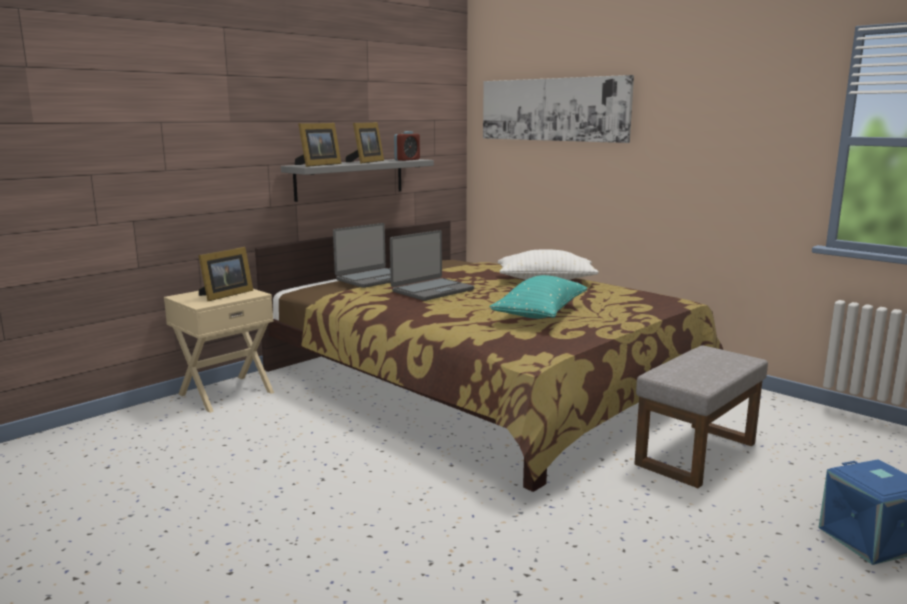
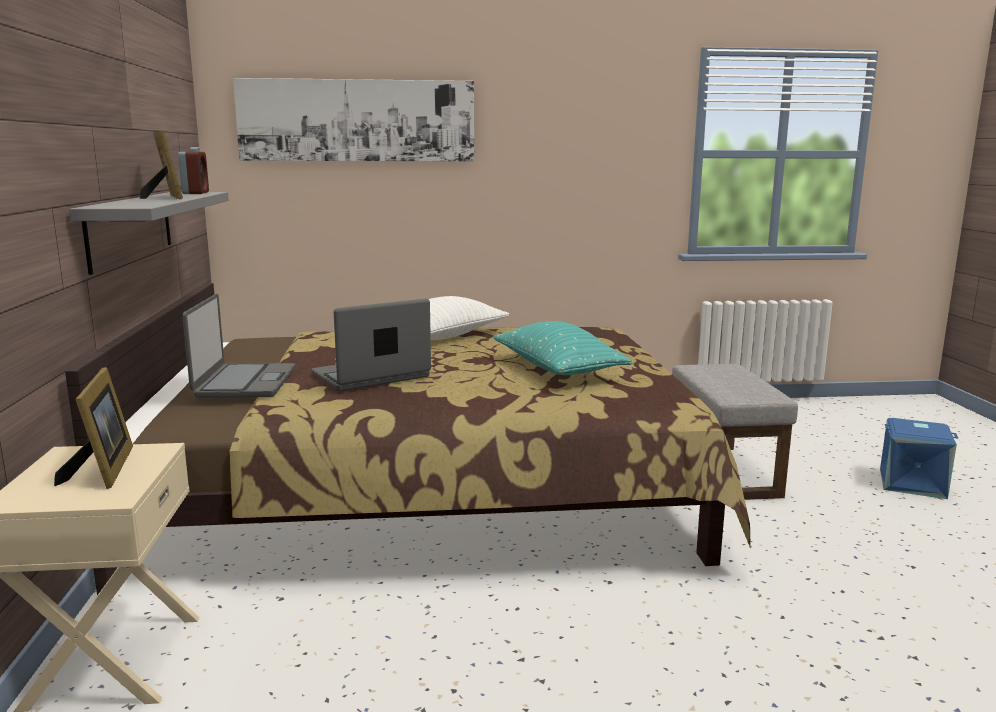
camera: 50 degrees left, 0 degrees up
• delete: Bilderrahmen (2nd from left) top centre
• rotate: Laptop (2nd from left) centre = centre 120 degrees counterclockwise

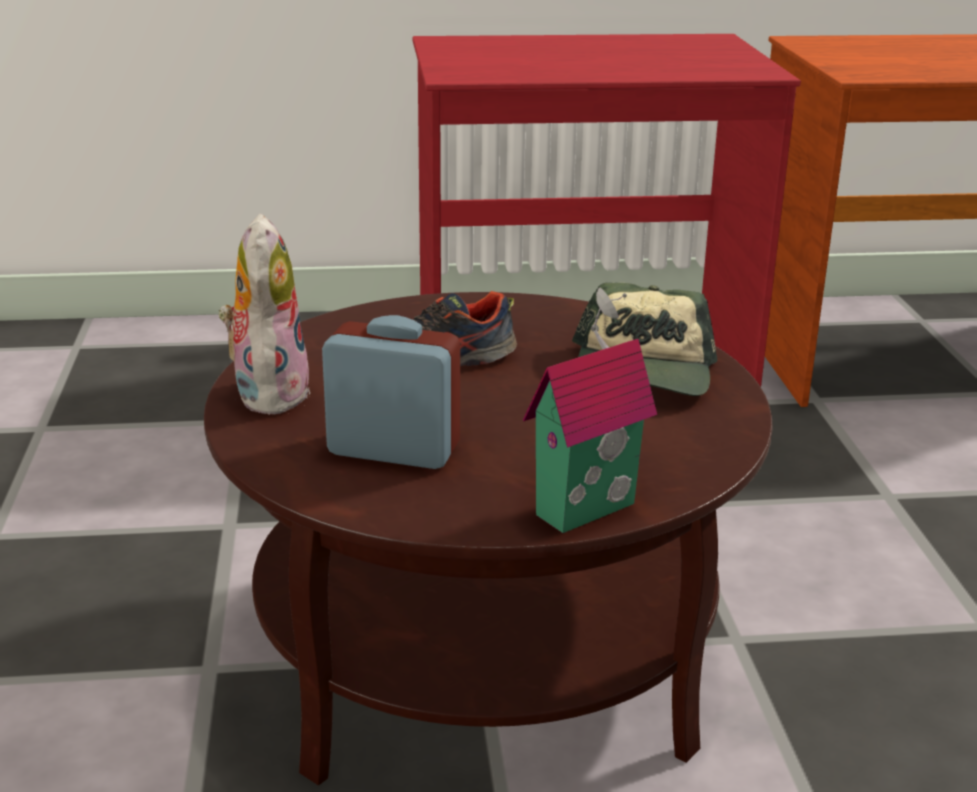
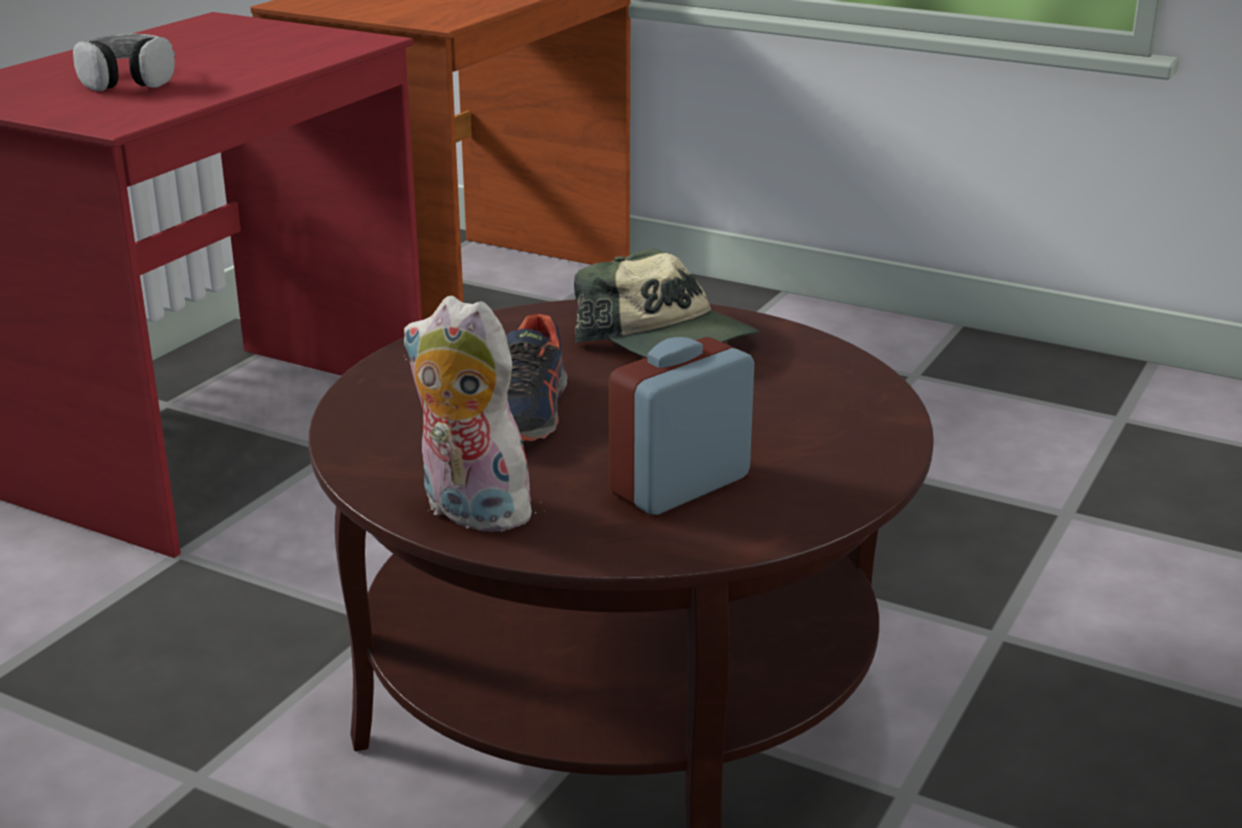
camera: 55 degrees left, 0 degrees up
• delete: Spielzeughaus centre
• insert: Kopfhörer top left

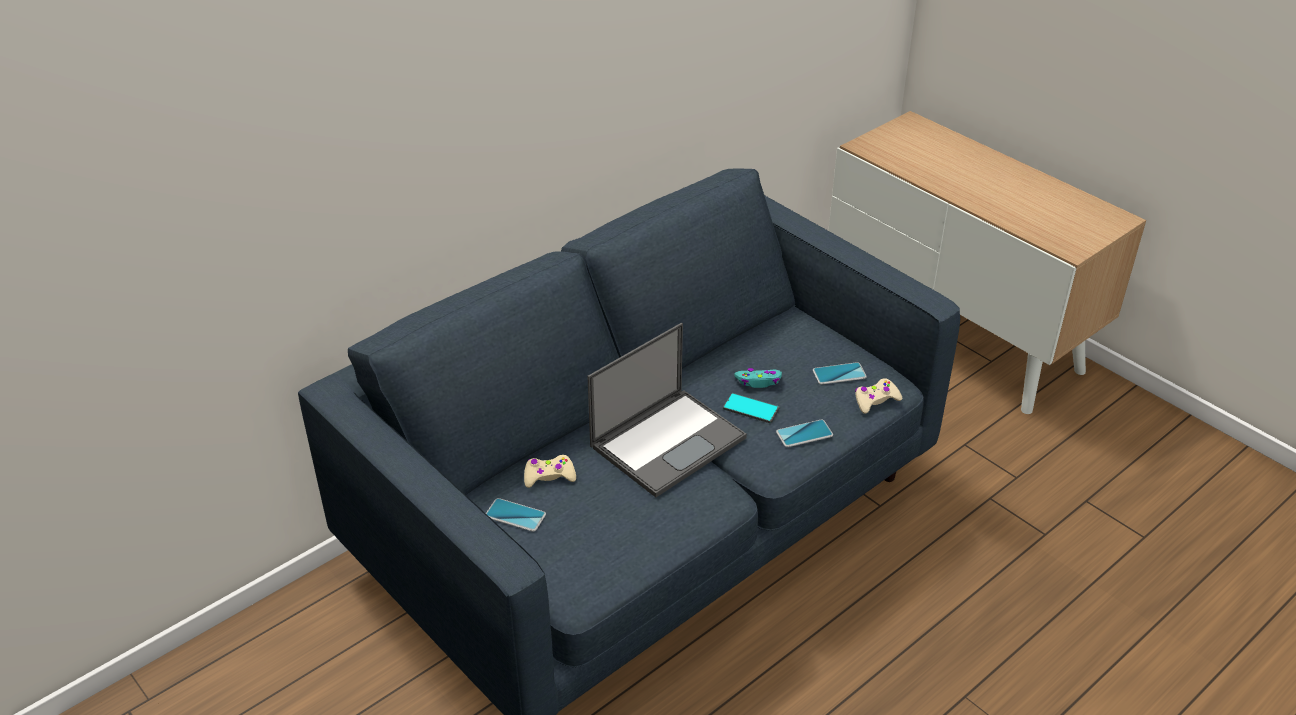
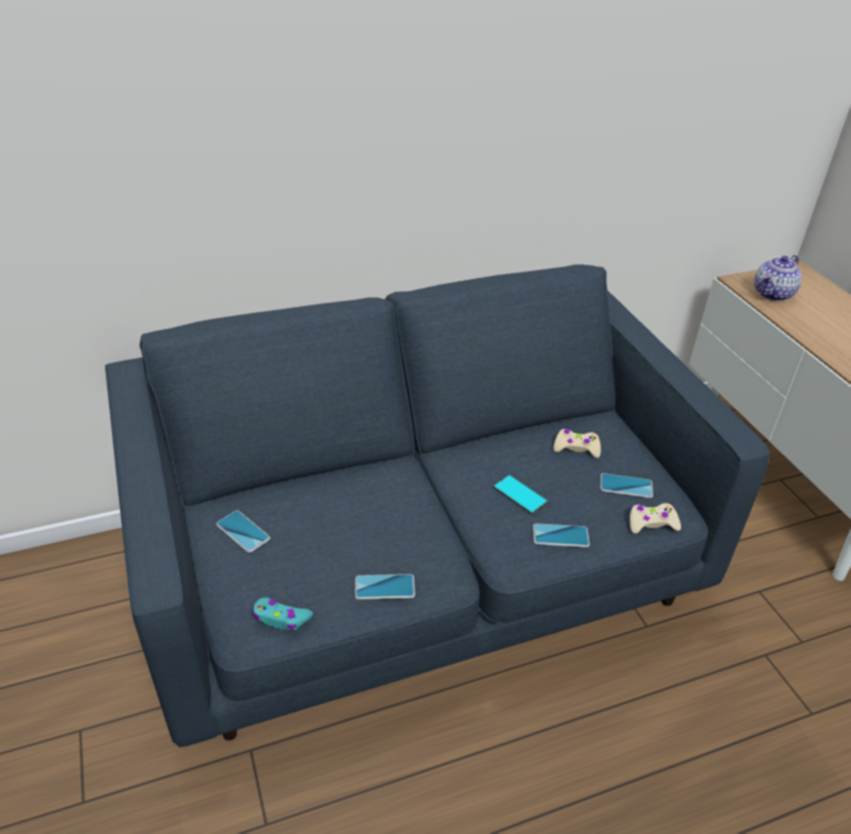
camera: 20 degrees right, 0 degrees up
• delete: Laptop centre
• move: Gamepad [türkis] centre to bottom left
• move: Gamepad [beige] (1st from left) centre to middle right
• insert: Teekanne middle right
• insert: Handy (2nd from left) bottom centre

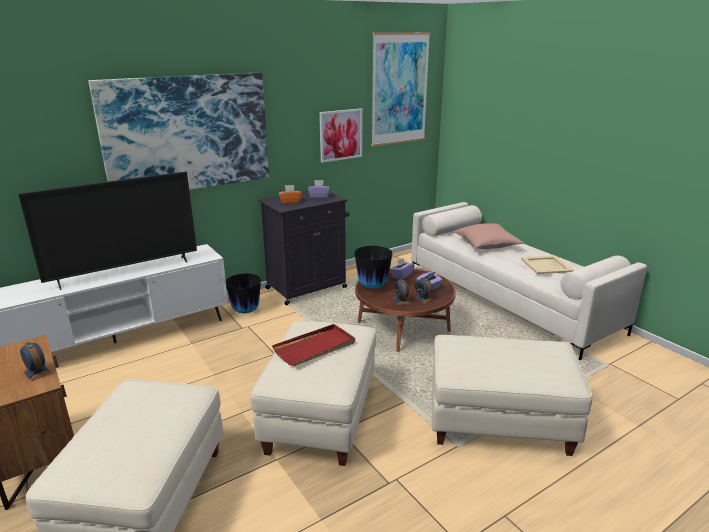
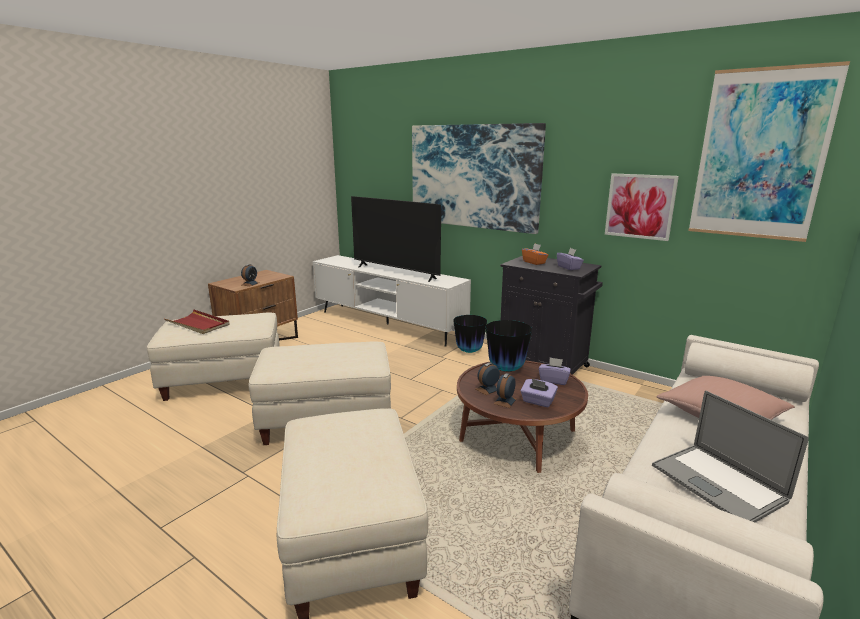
camera: 70 degrees right, 5 degrees down
• replace: Tablett [beige] middle right to Laptop bottom right
• move: Tablett [rot] centre to middle left

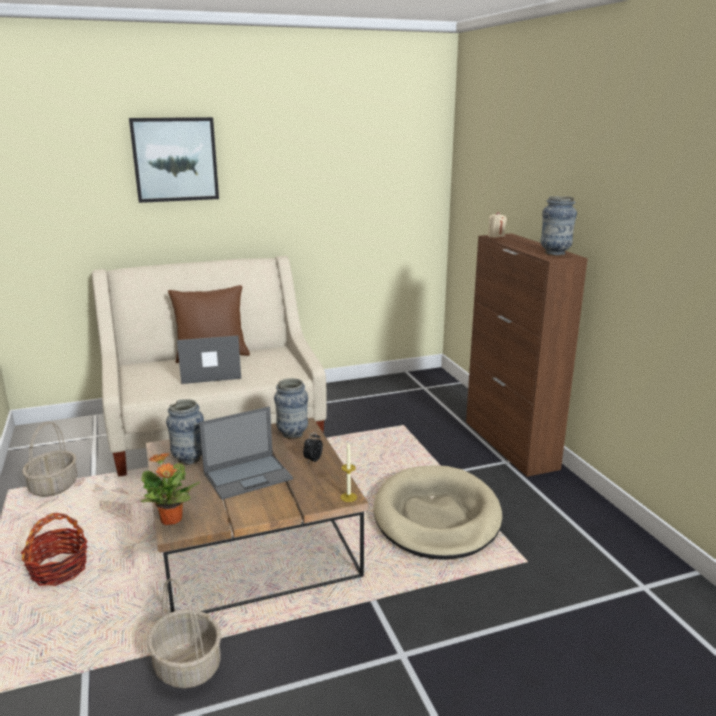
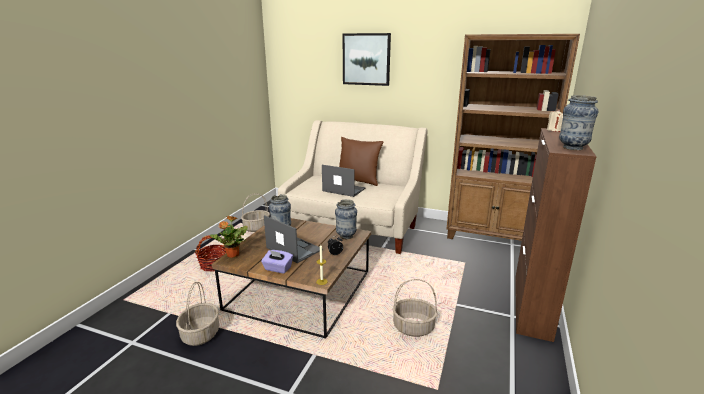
camera: 40 degrees right, 0 degrees up
• rotate: Laptop (2nd from left in the first image) centre = centre 150 degrees counterclockwise
• replace: Hundebett [beige] bottom centre to Korb (4th from left) bottom centre
• insert: Bücherregal [braun] middle right
• insert: Taschentuchbox [lila] centre

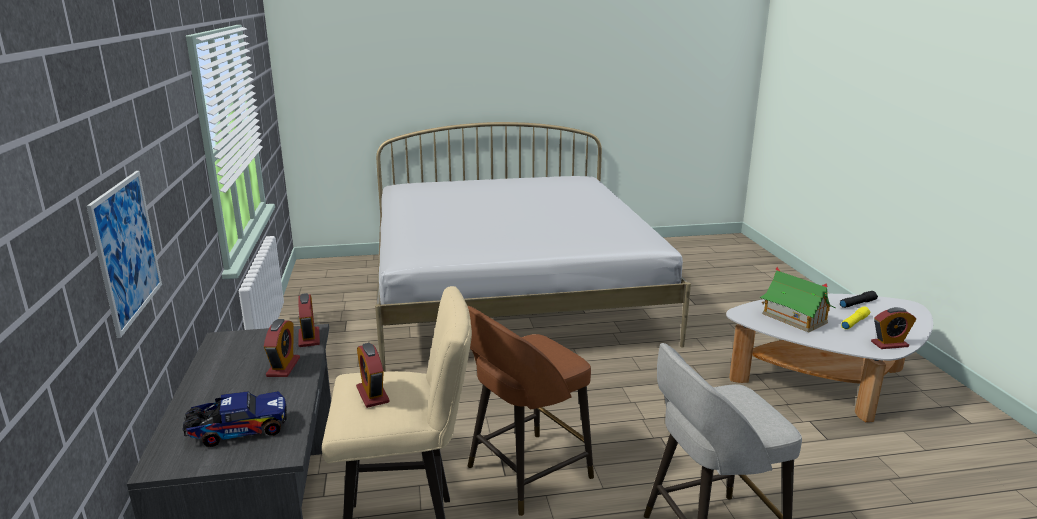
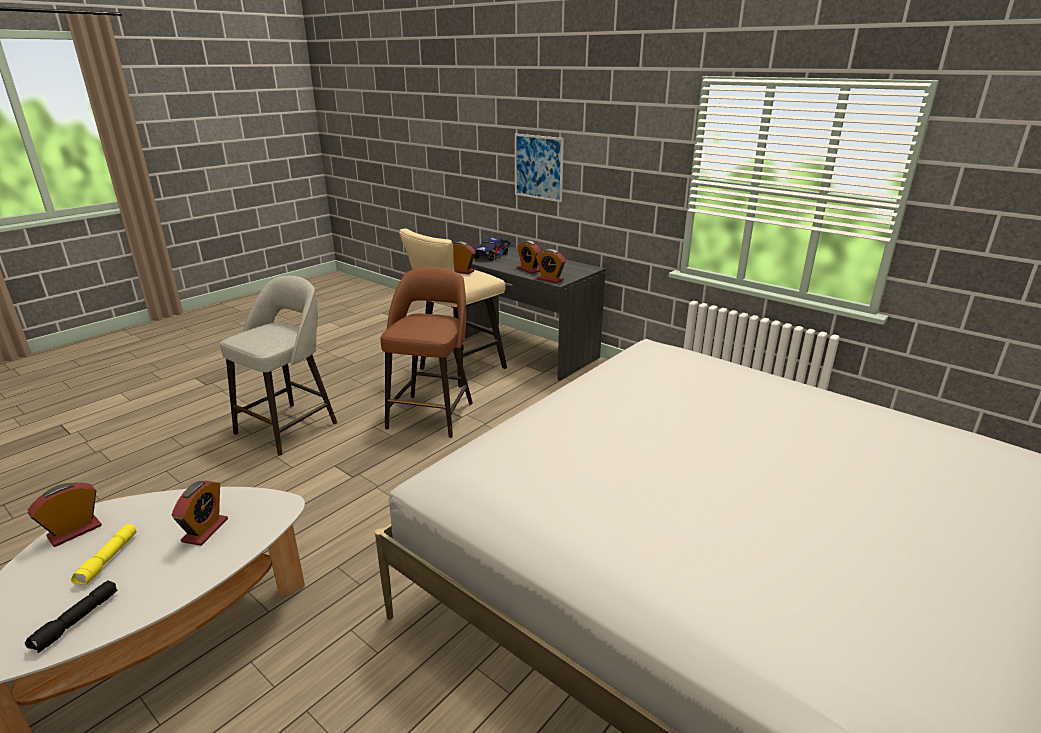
camera: 140 degrees right, 5 degrees up
• replace: Spielzeughaus middle right to Wecker (2nd from left) bottom left

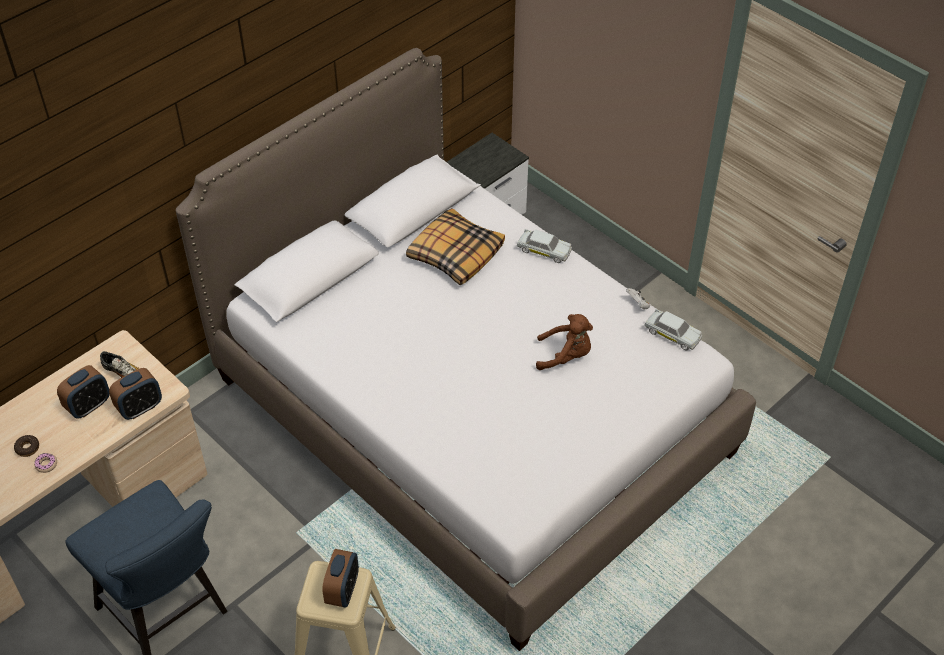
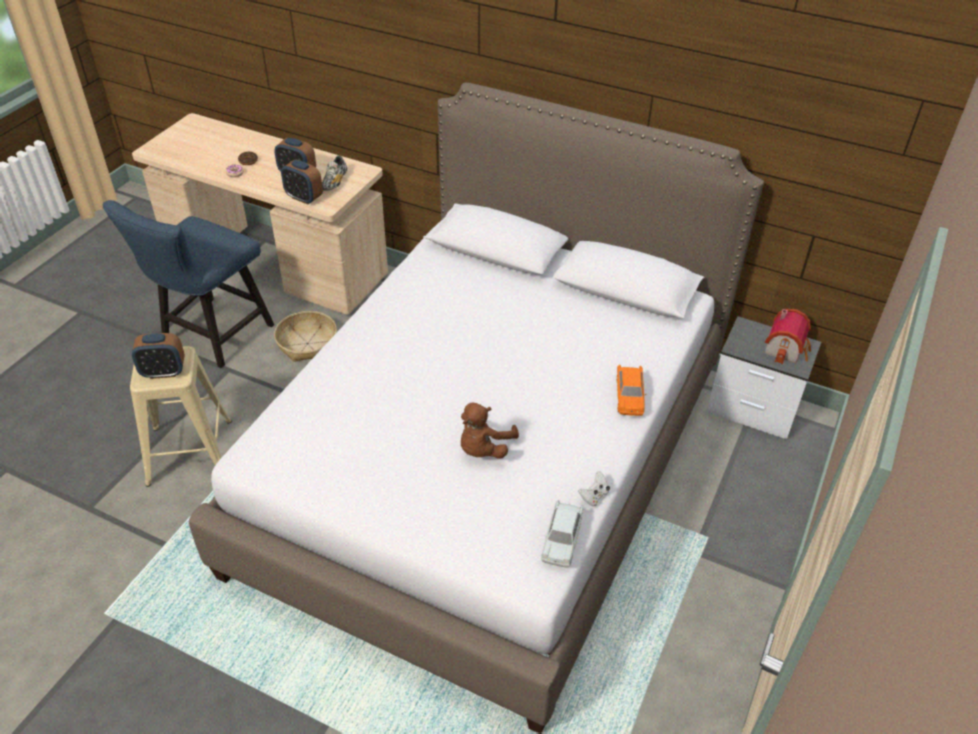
camera: 70 degrees right, 5 degrees down
• delete: Kissen centre
• recolor: Spielzeugauto [weiß] (1st from left) centre to Spielzeugauto [orange] centre
• rotate: Plüschtier [braun] centre = centre 45 degrees clockwise
• insert: Spielzeughaus middle right
• insert: Korb middle left

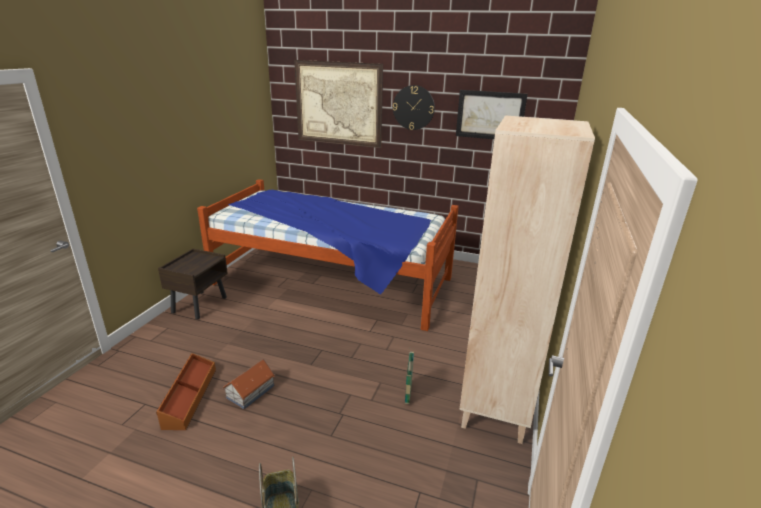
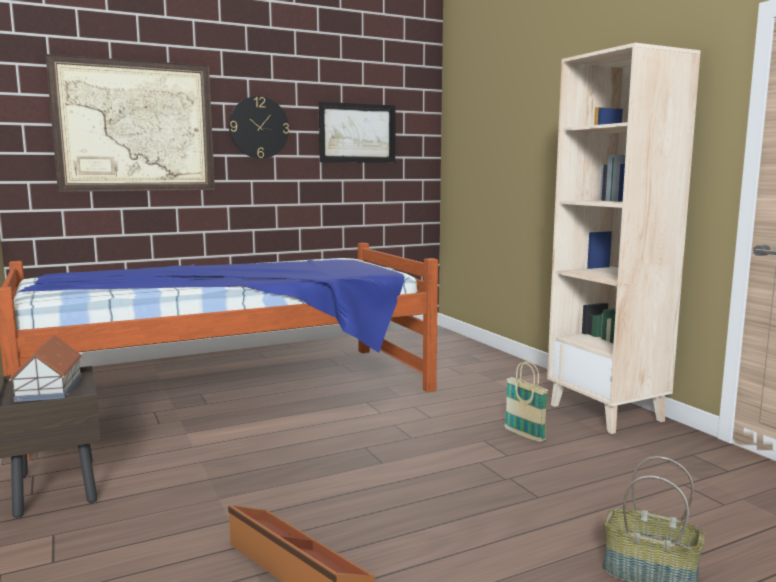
camera: 45 degrees left, 15 degrees down
• move: Spielzeughaus bottom left to middle left

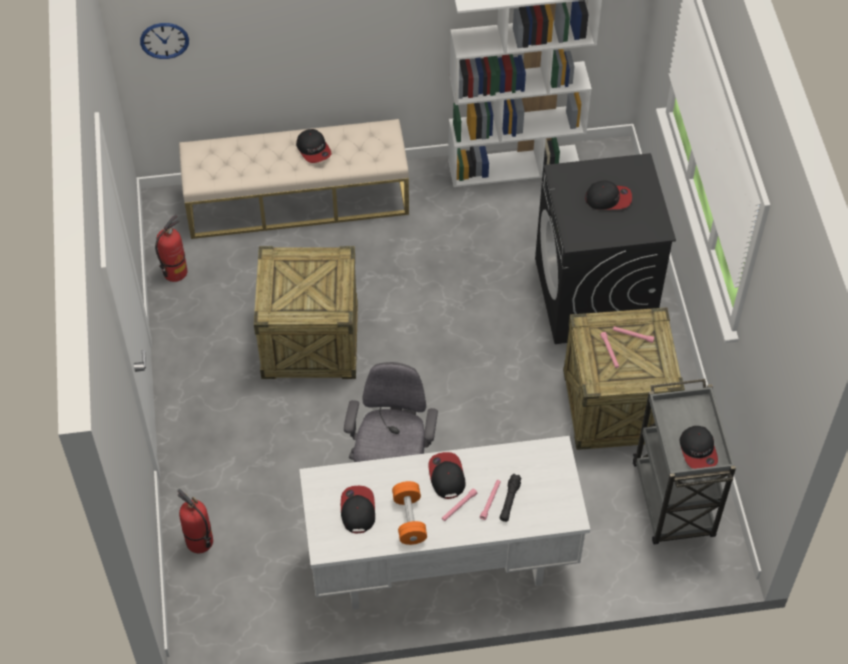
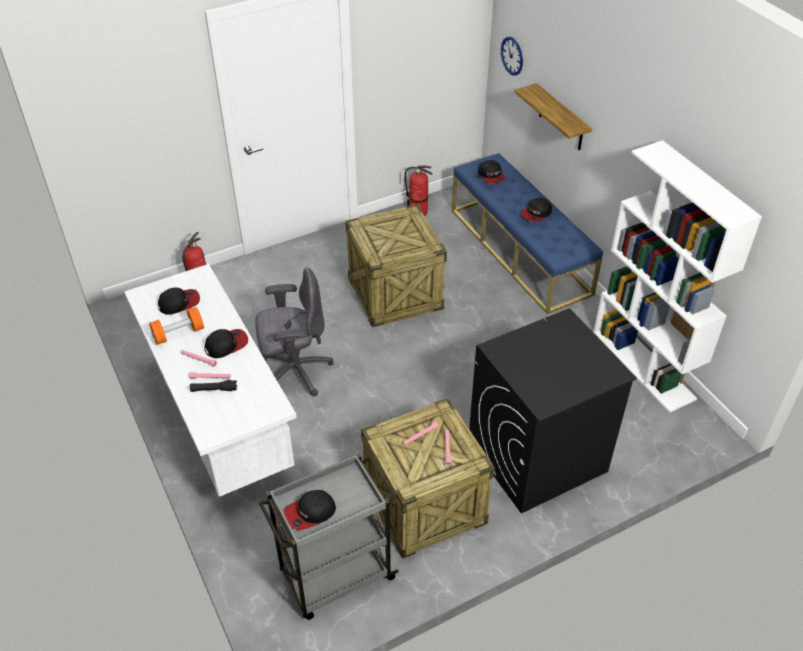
camera: 70 degrees right, 10 degrees down
• recolor: Bank [beige] top centre to Bank [blau] centre
• move: Kappe (4th from left) top right to top centre
• insert: Wandregal top right

